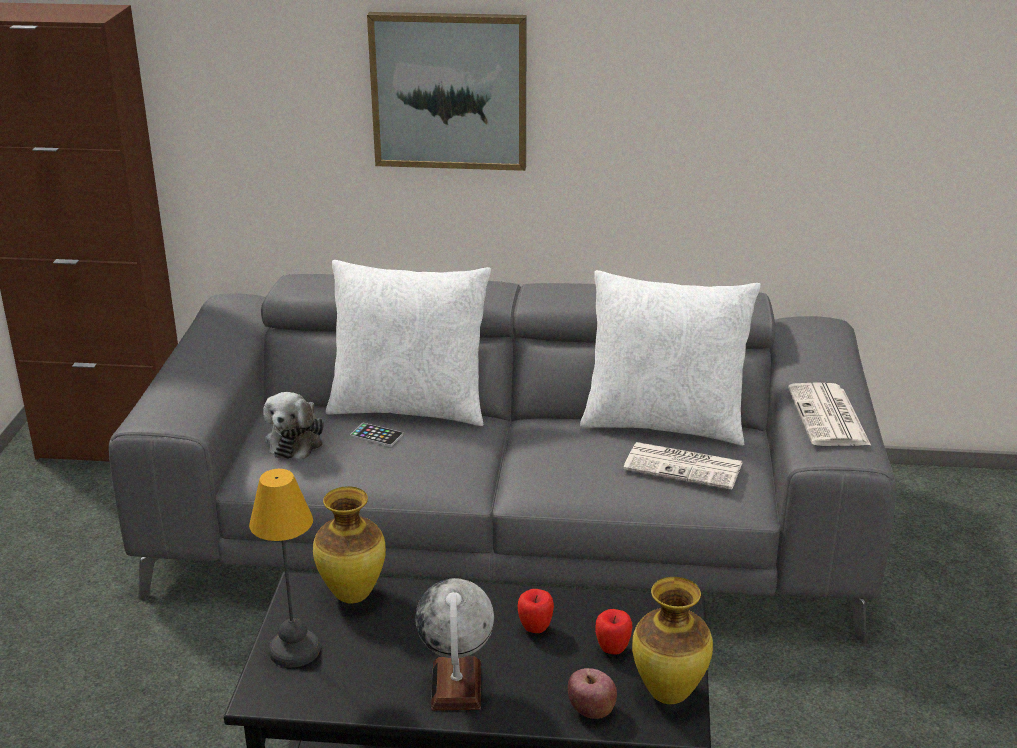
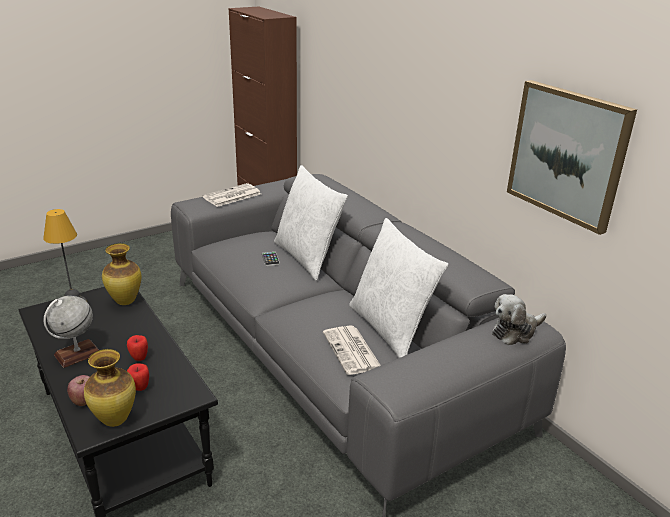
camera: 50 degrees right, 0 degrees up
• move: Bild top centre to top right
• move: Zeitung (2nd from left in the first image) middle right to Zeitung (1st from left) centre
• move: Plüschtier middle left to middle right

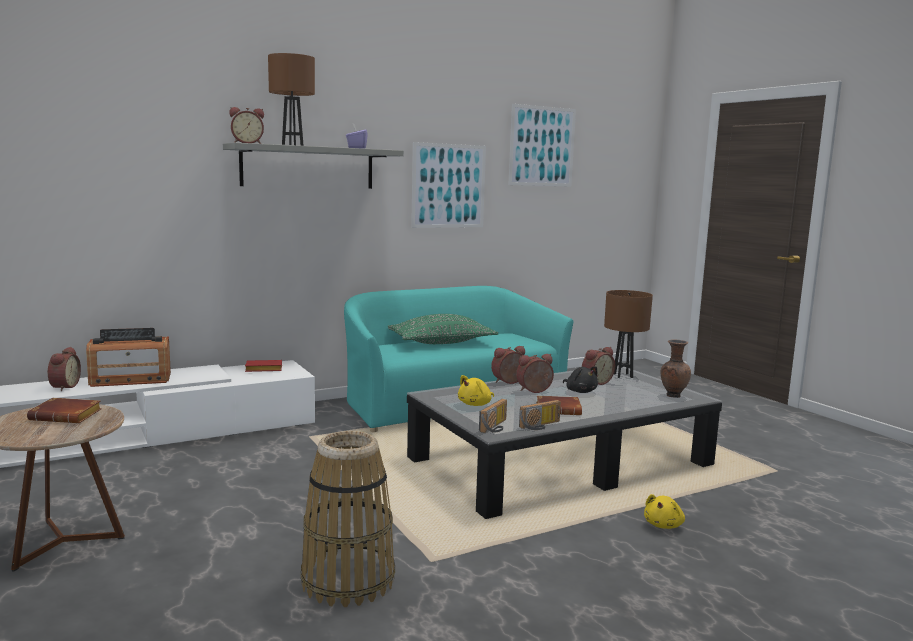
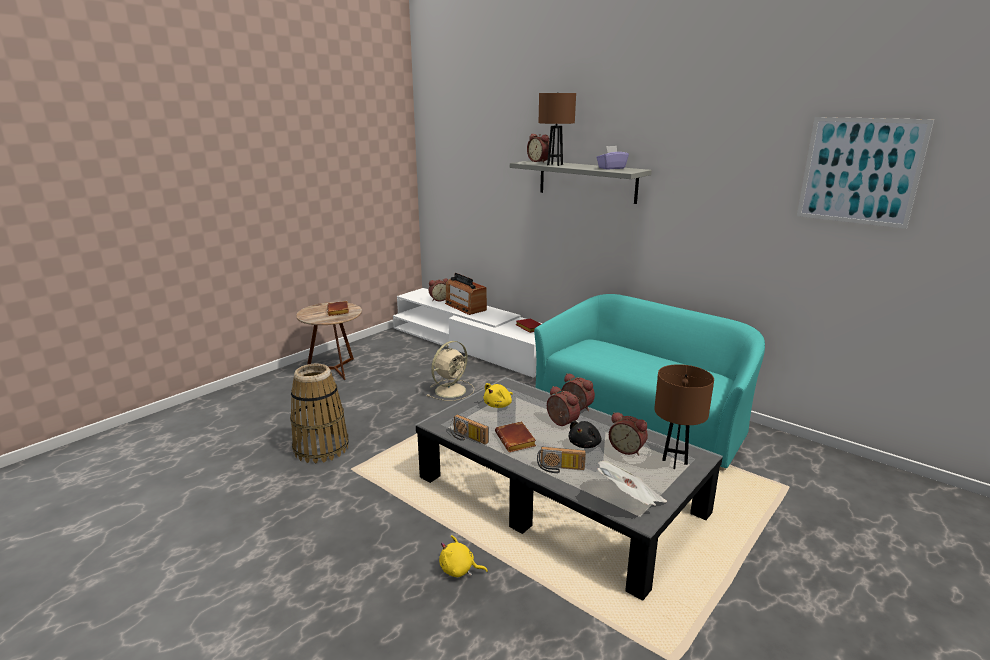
camera: 70 degrees right, 10 degrees up
• delete: Bild (1st from left) top centre
• delete: Kissen [grün] centre
• replace: Vase [braun] middle right to Zeitung bottom centre
• rotate: Plüschtier [gelb] (1st from left in the first image) centre = centre 75 degrees counterclockwise
• move: Radio (2nd from left in the first image) centre to Radio (3rd from left) bottom centre
• insert: Ventilator [beige] centre

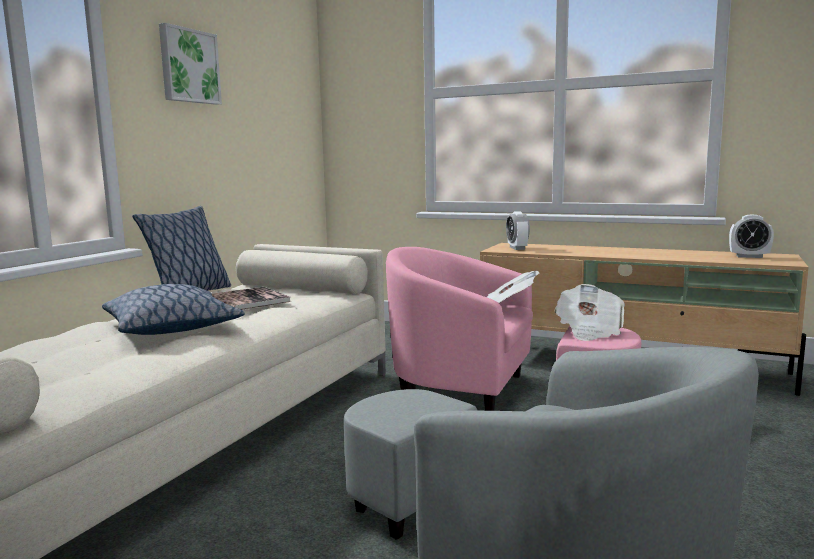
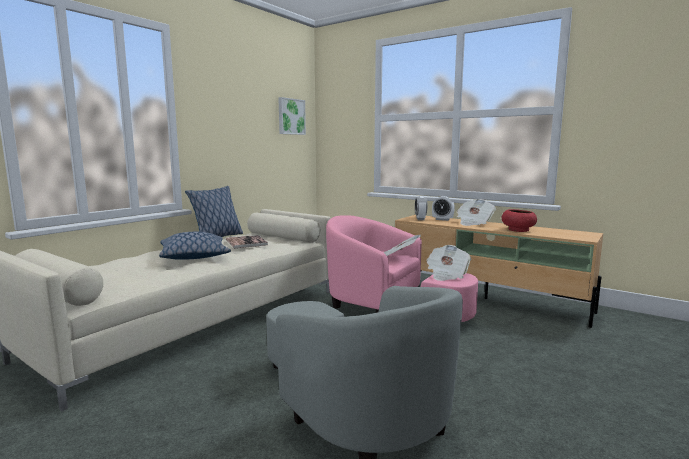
camera: 10 degrees right, 0 degrees up
• move: Bild top left to top centre
• move: Wecker (2nd from left) middle right to centre
• insert: Zeitung (3rd from left) middle right
• insert: Schüssel [rot] middle right

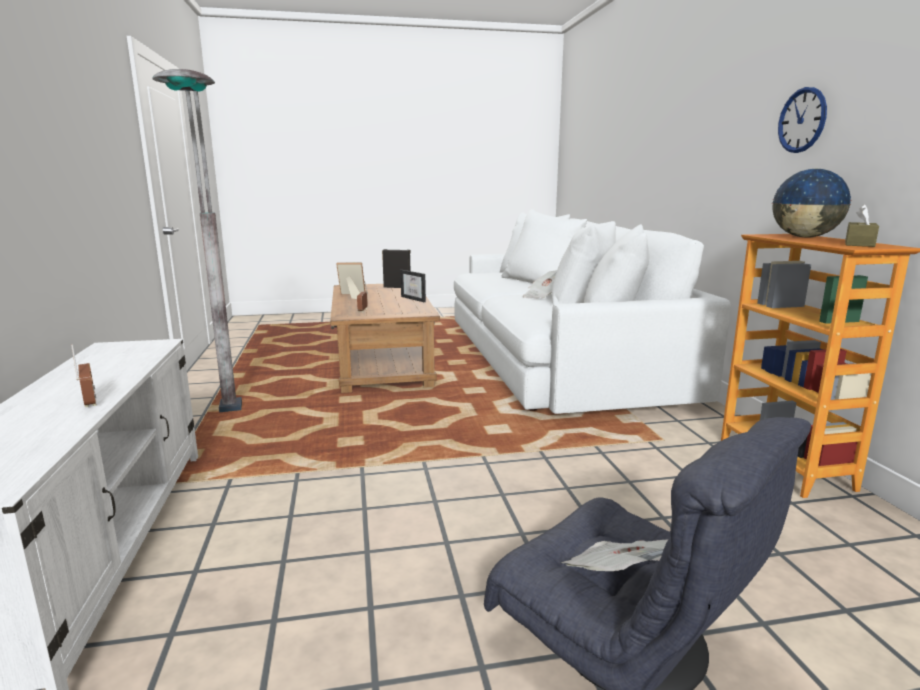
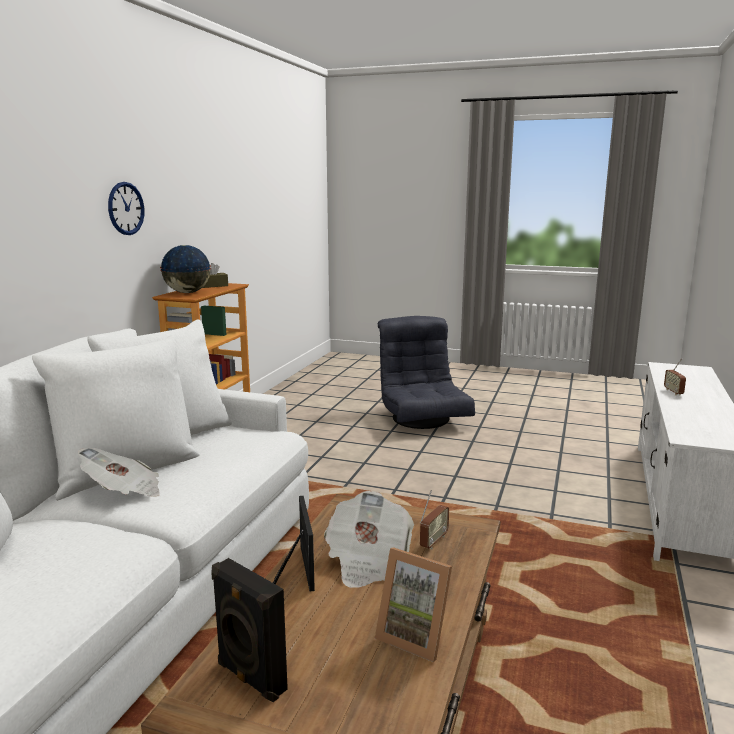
camera: 150 degrees left, 0 degrees up
• delete: Stehlampe [grau] middle left
• move: Zeitung (2nd from left) bottom right to bottom centre

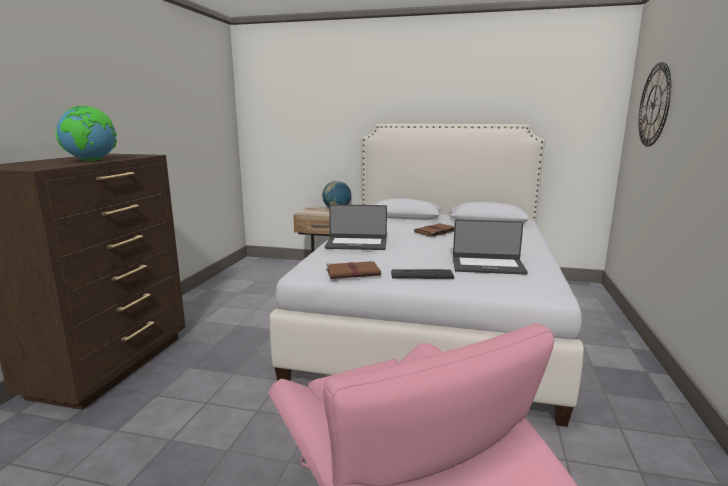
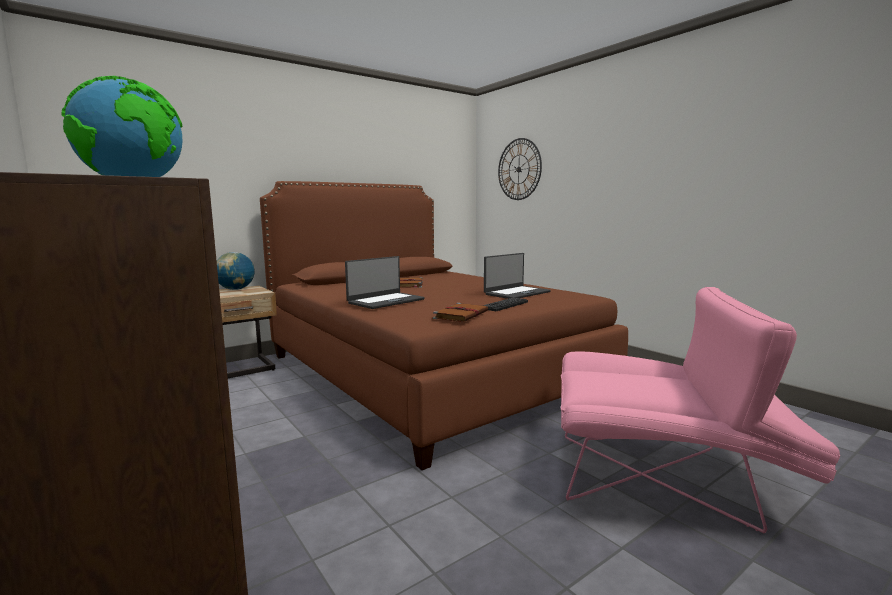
camera: 50 degrees left, 5 degrees down
• recolor: Bett [weiß] centre to Bett [braun] centre

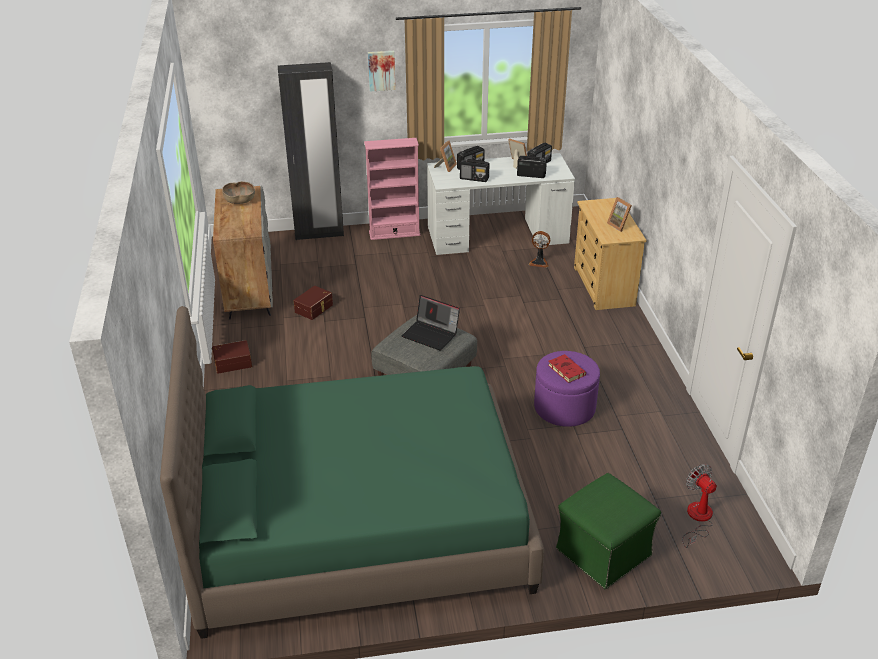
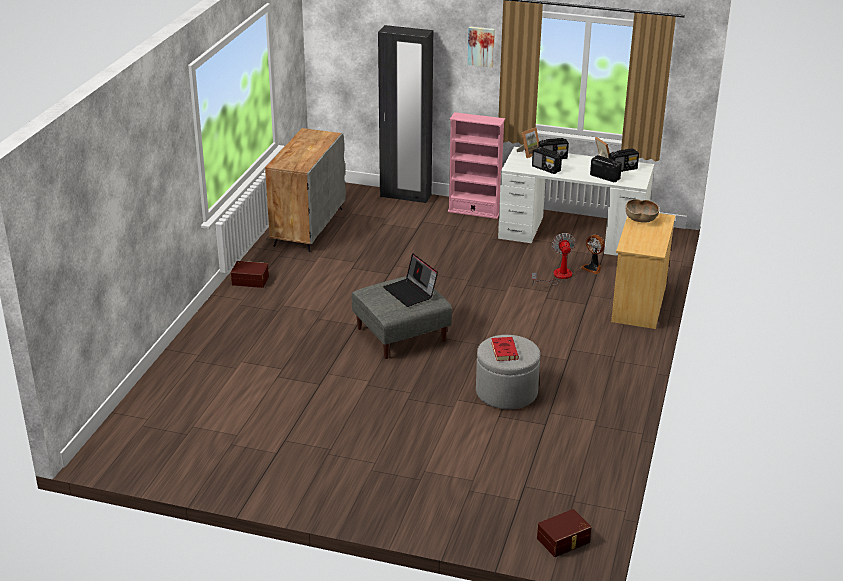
camera: 25 degrees right, 5 degrees down
• move: Schüssel [braun] top left to middle right
• delete: Bilderrahmen (3rd from left) top right
• move: Aufbewahrungsbox [braun] (2nd from left) centre to bottom right
• delete: Bett [grün] bottom centre
• recolor: Polsterhocker [lila] centre to Polsterhocker [grau] (2nd from left) centre
• move: Ventilator (2nd from left in the first image) bottom right to Ventilator (1st from left) centre
• delete: Polsterhocker [grün] bottom right

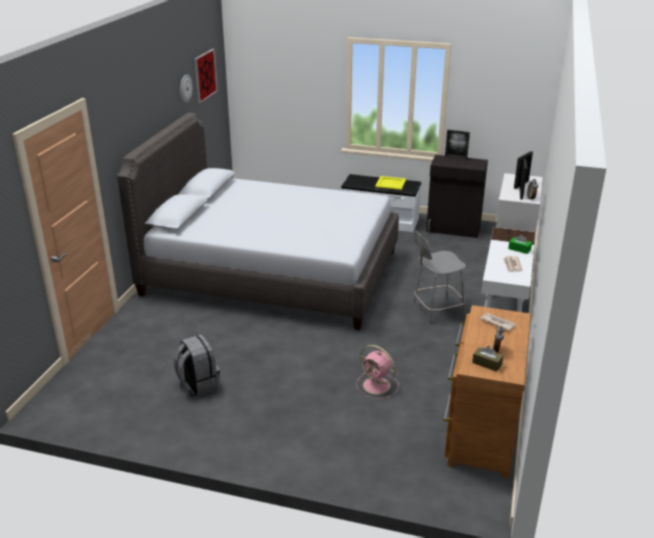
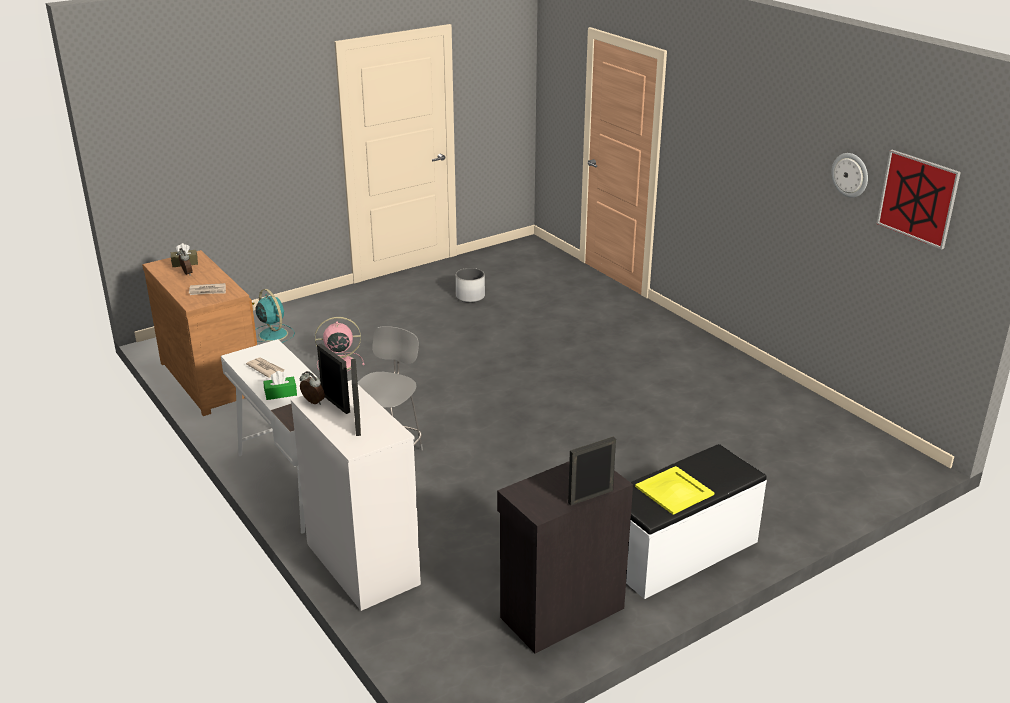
camera: 130 degrees right, 0 degrees up
• delete: Bett [grau] centre
• replace: Rucksack [grau] bottom left to Pflanzkübel [weiß] centre
• insert: Ventilator [türkis] middle left

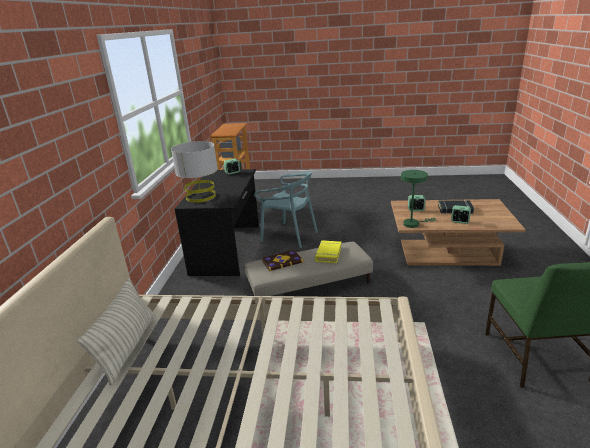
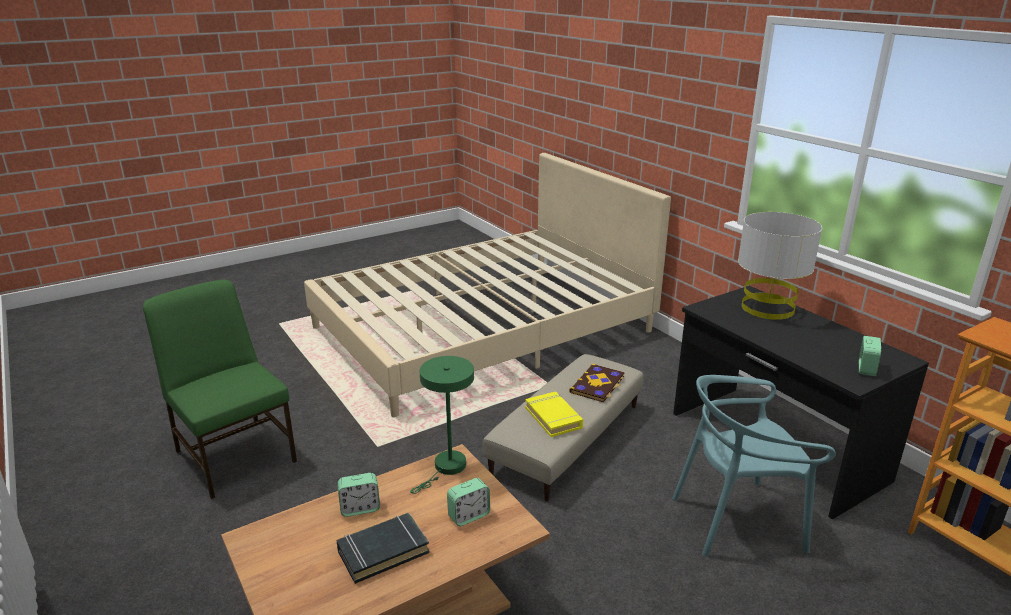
camera: 140 degrees right, 0 degrees up
• delete: Kissen bottom left

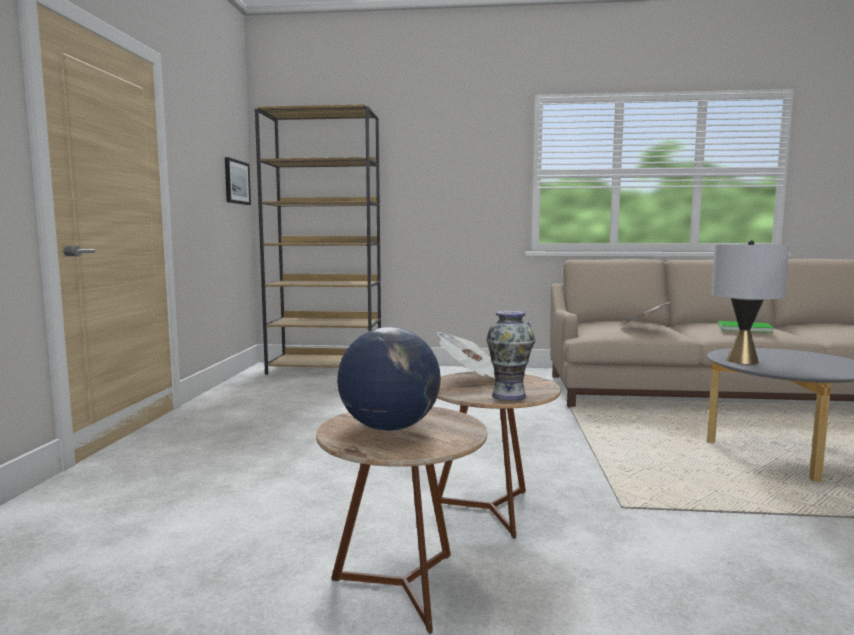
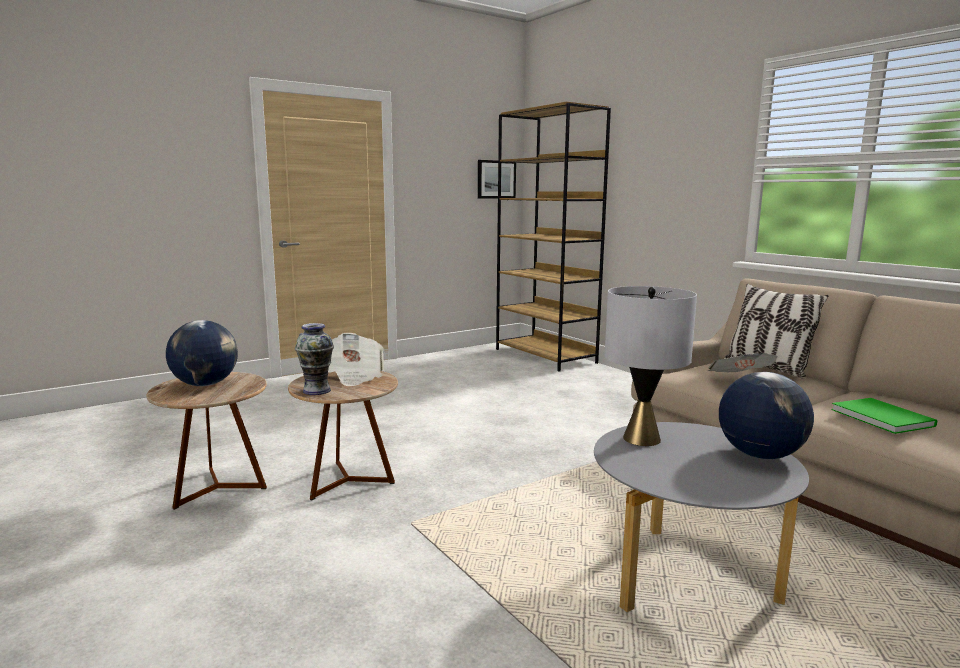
camera: 50 degrees right, 5 degrees up
• insert: Kissen middle right
• insert: Globus (2nd from left) middle right

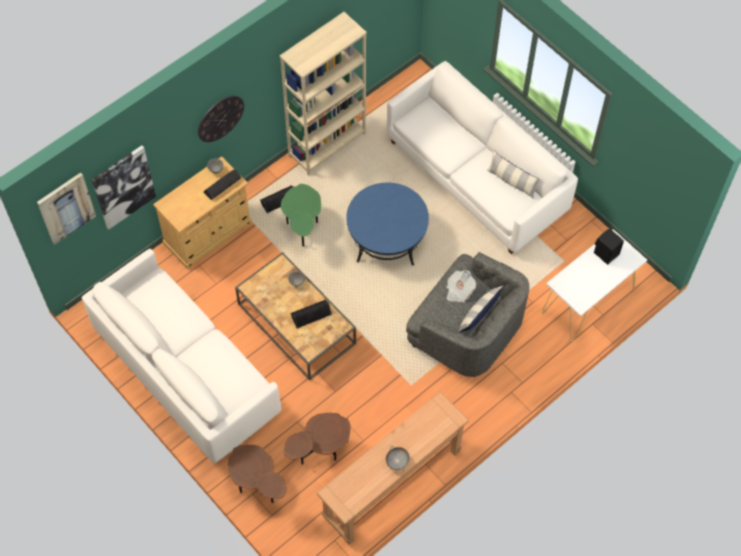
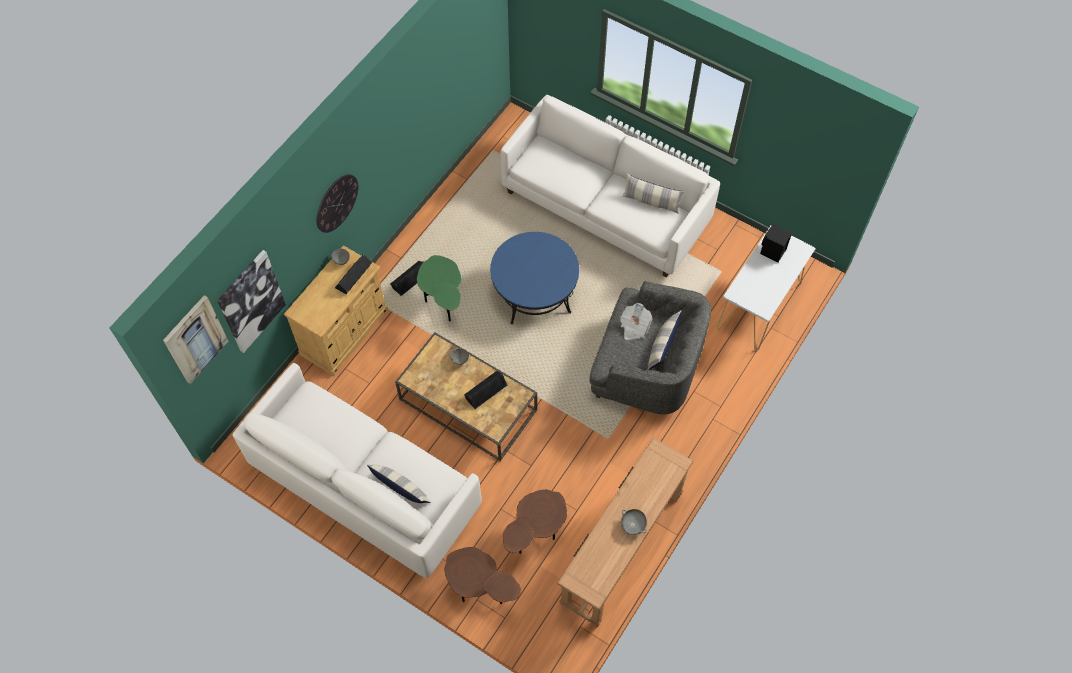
camera: 15 degrees left, 0 degrees up
• delete: Bücherregal [beige] top centre
• insert: Kissen (1st from left) bottom centre

